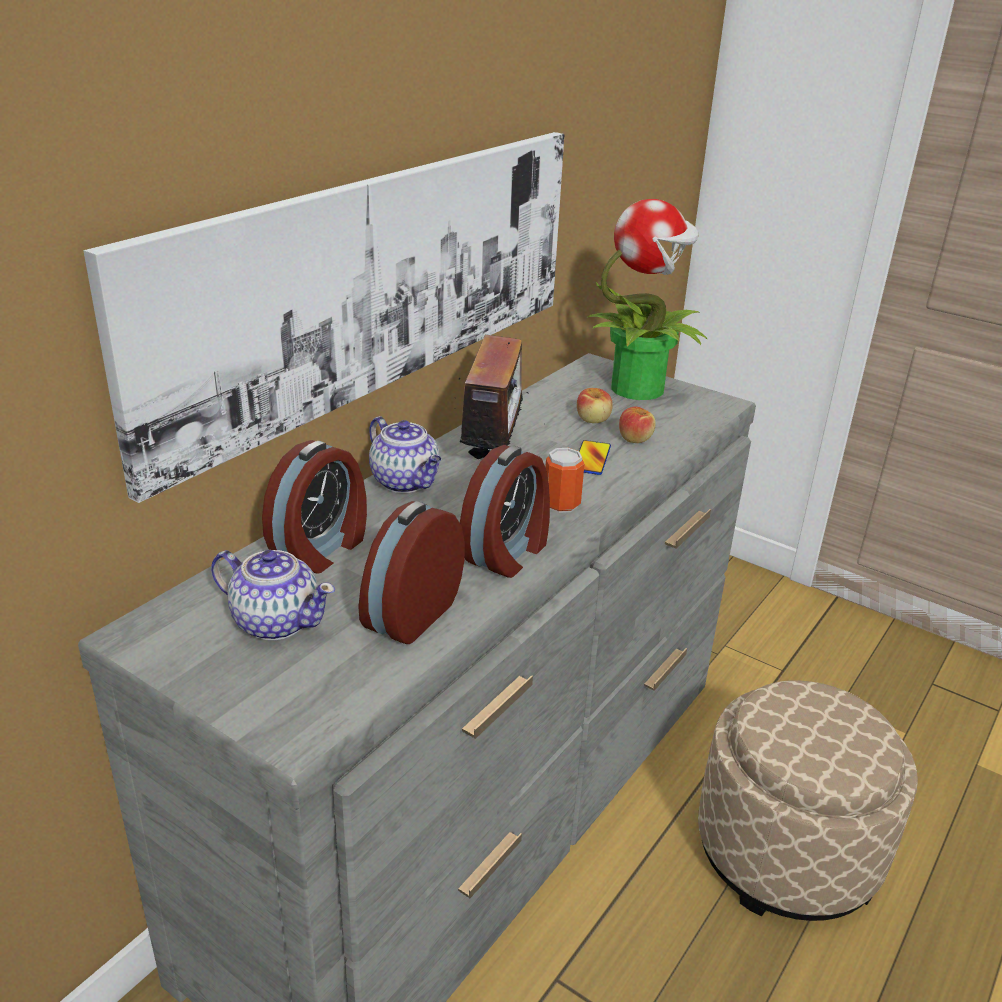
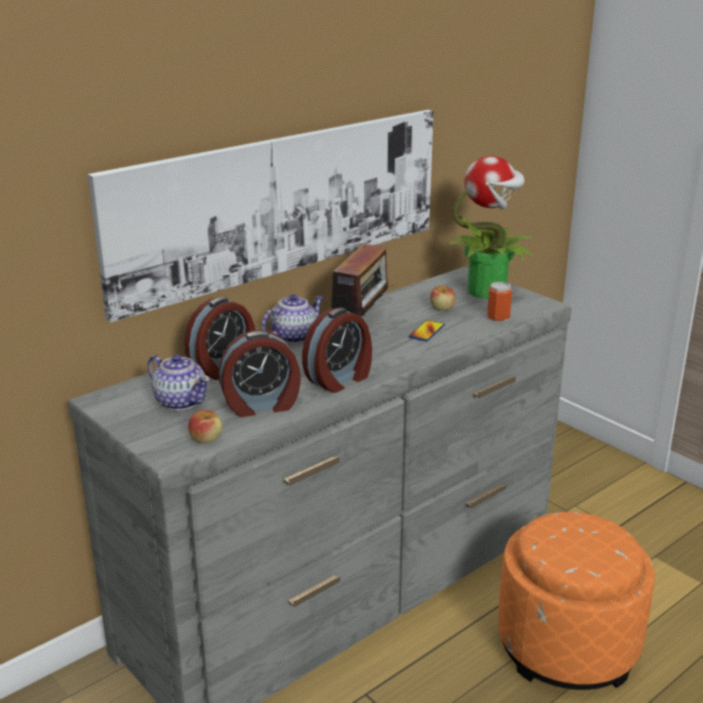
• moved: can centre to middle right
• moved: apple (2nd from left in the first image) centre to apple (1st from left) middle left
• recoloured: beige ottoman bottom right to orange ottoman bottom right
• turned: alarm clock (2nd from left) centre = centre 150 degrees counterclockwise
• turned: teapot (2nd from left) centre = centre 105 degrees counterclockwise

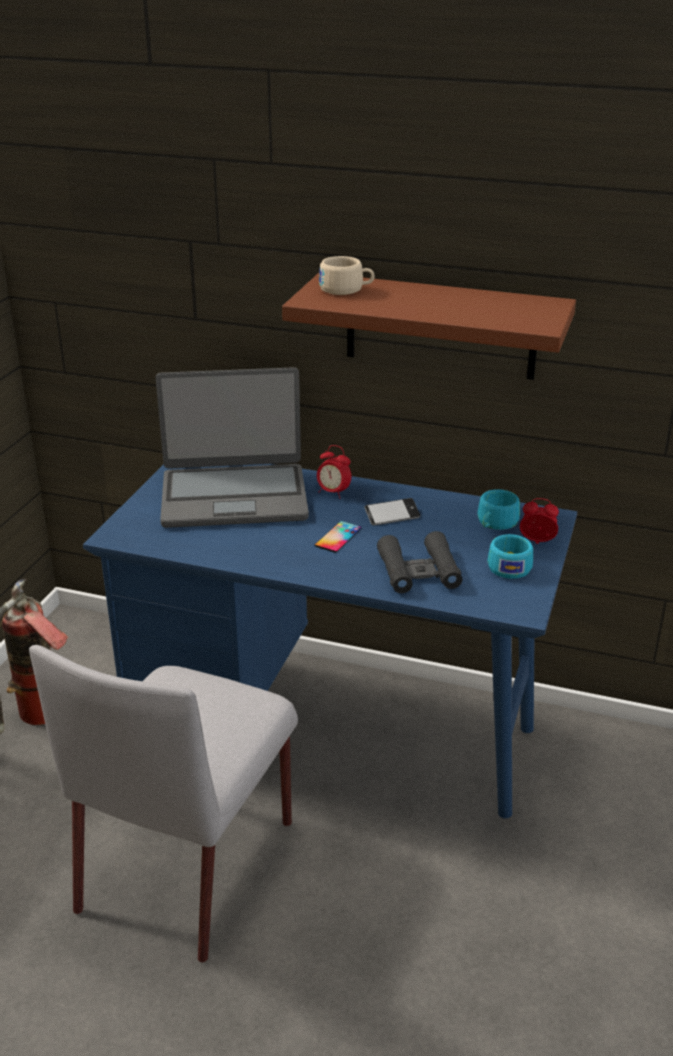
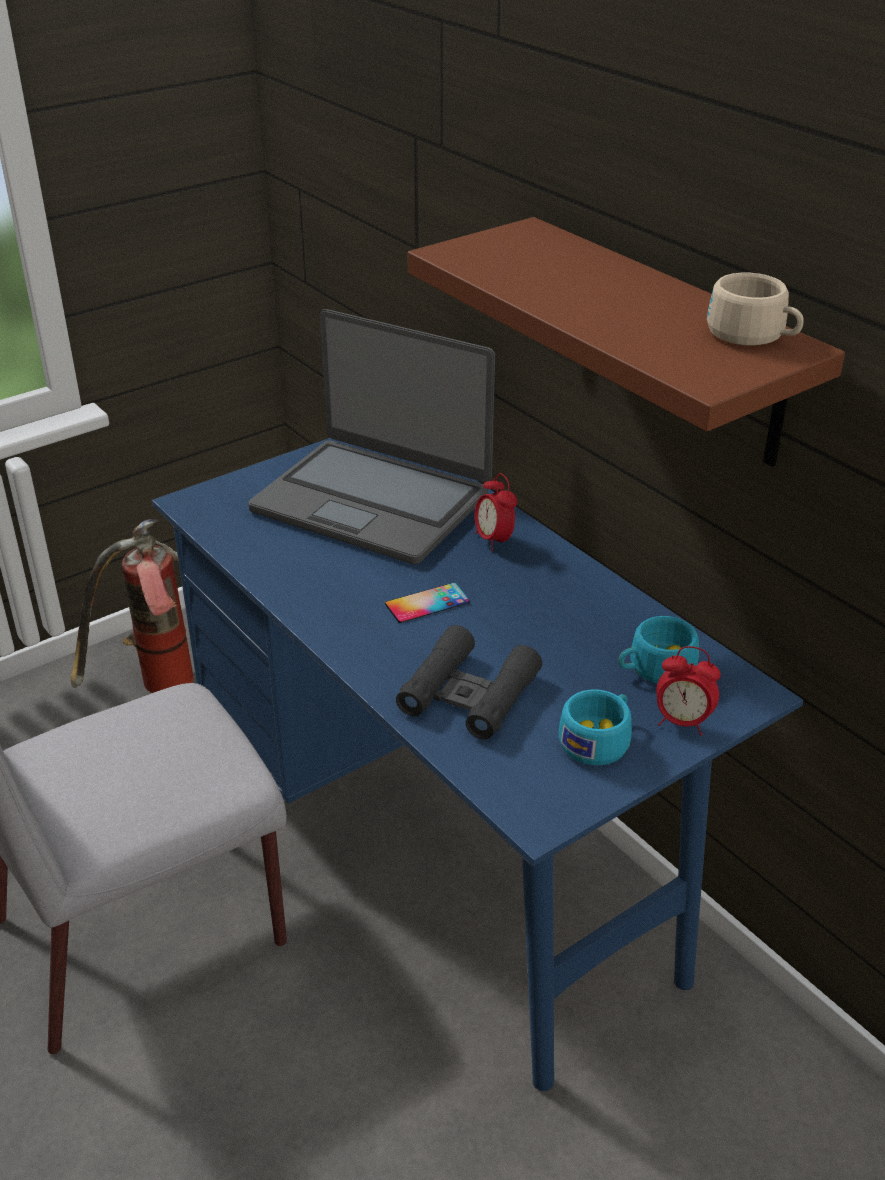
• removed: phone (2nd from left) centre
• moved: beige cup top centre to top right
• turned: alarm clock (2nd from left) middle right = middle right 150 degrees clockwise

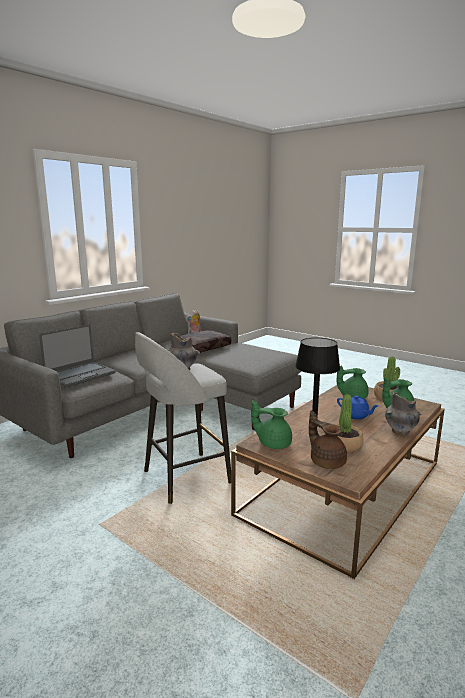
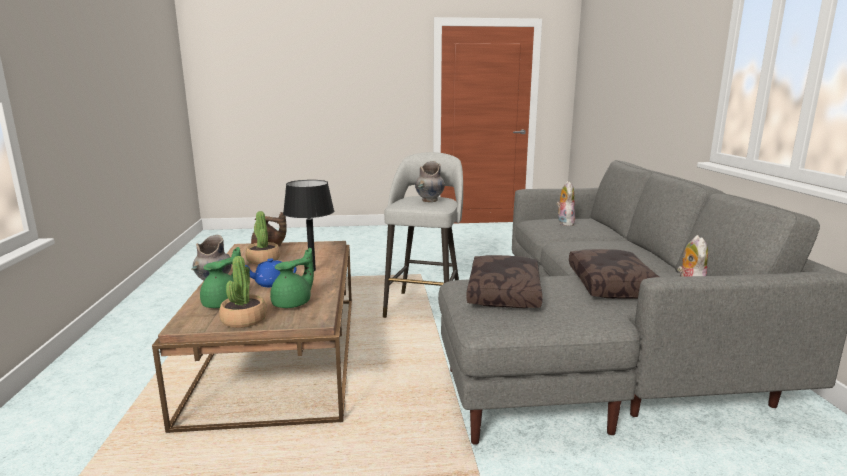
• removed: green teapot (1st from left) centre
• added: brown pillow (1st from left) centre
• replaced: laptop middle left to plush toy (1st from left) middle right

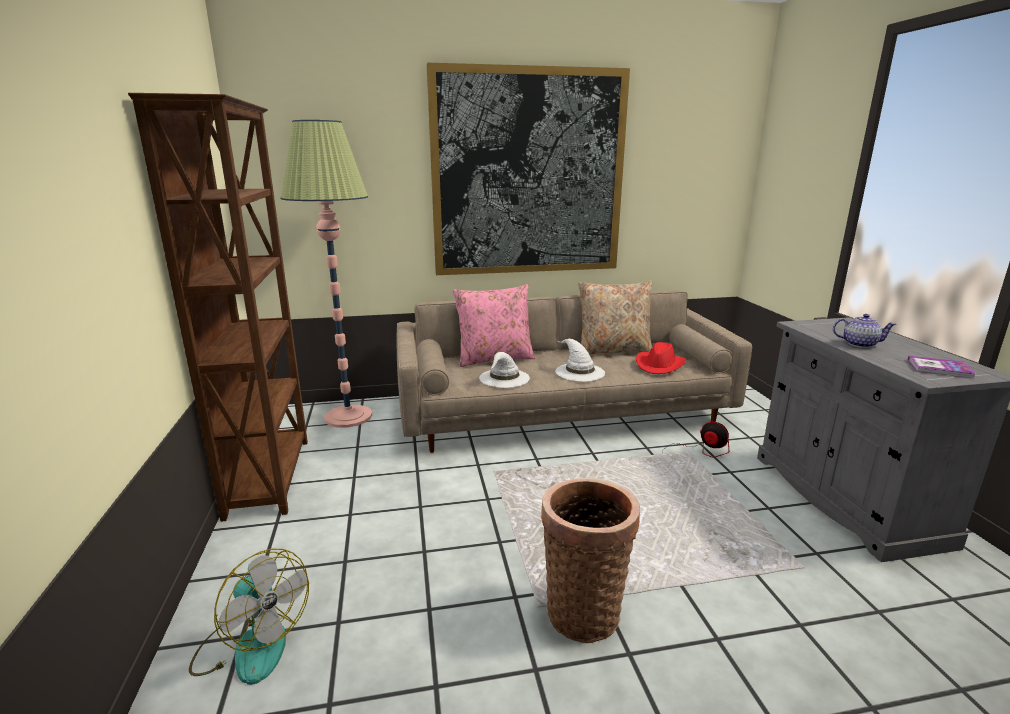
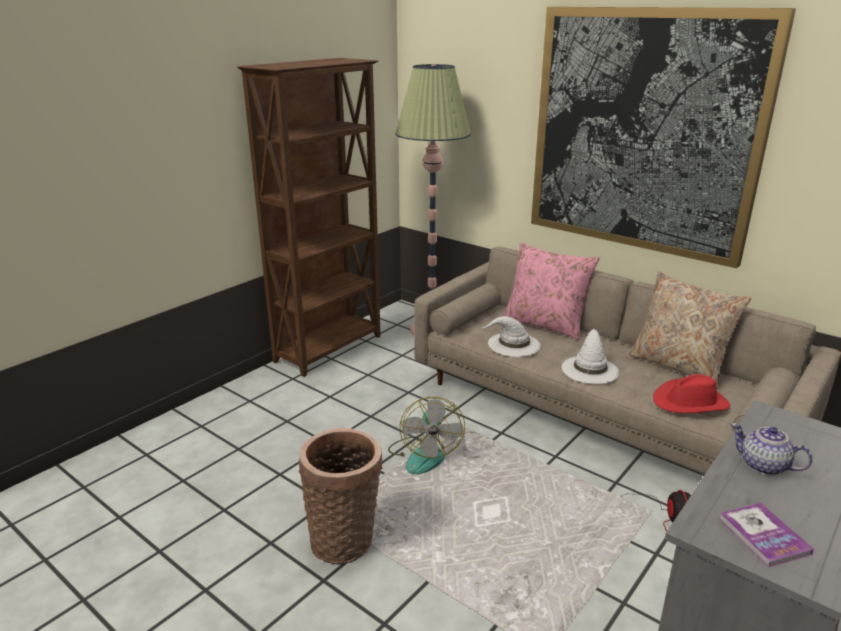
• moved: fan (1st from left) bottom left to bottom centre
• turned: teapot middle right = bottom right 150 degrees clockwise

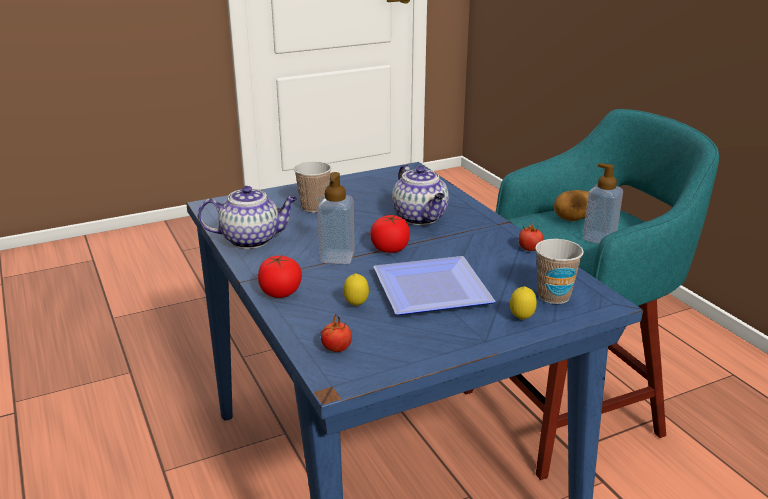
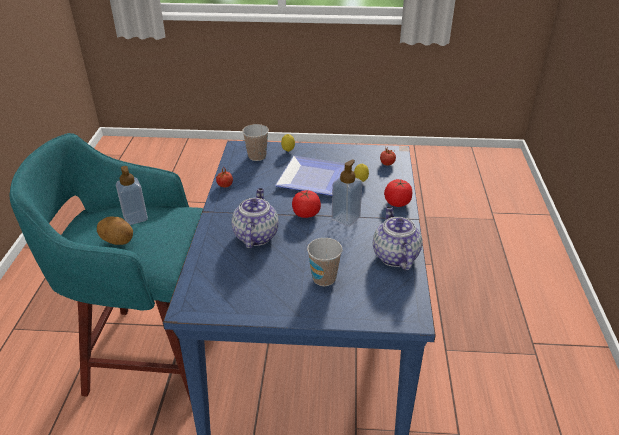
• turned: teapot (1st from left in the first image) middle left = centre 60 degrees clockwise

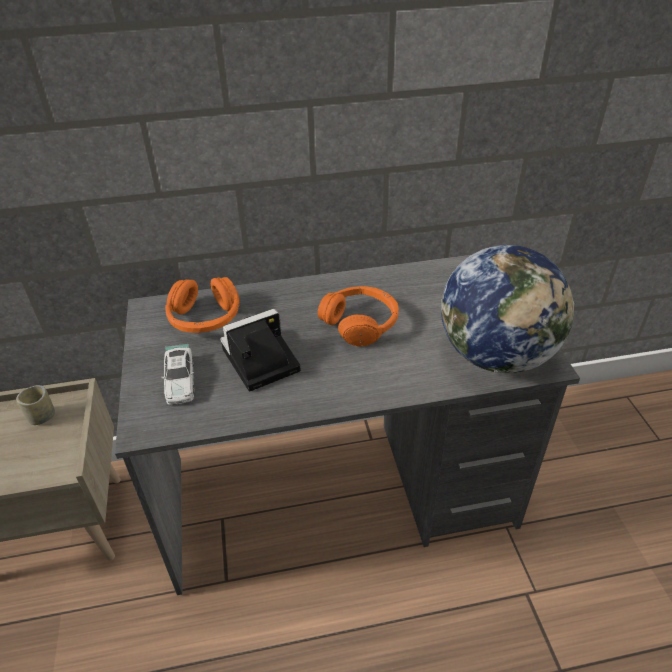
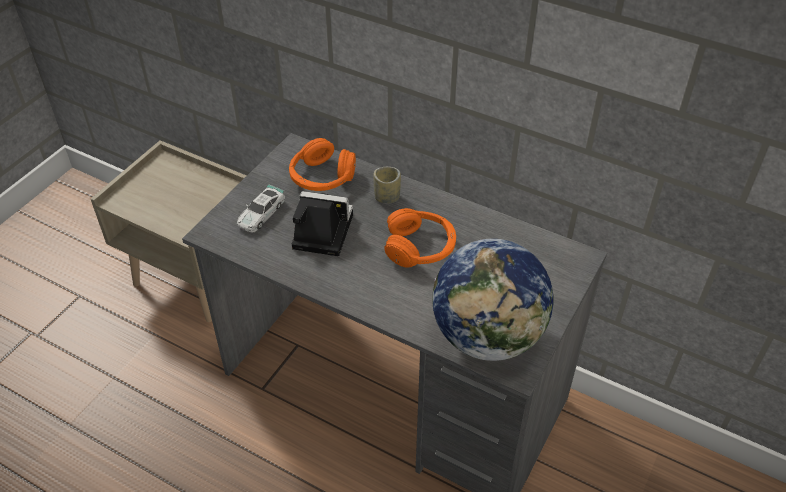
• moved: cup middle left to centre

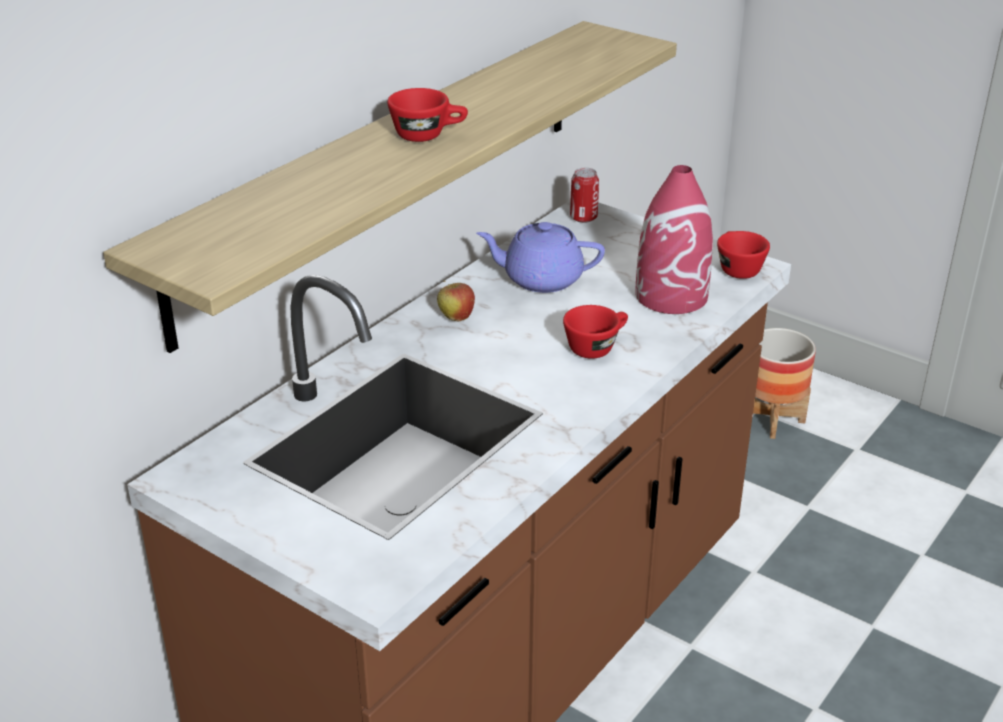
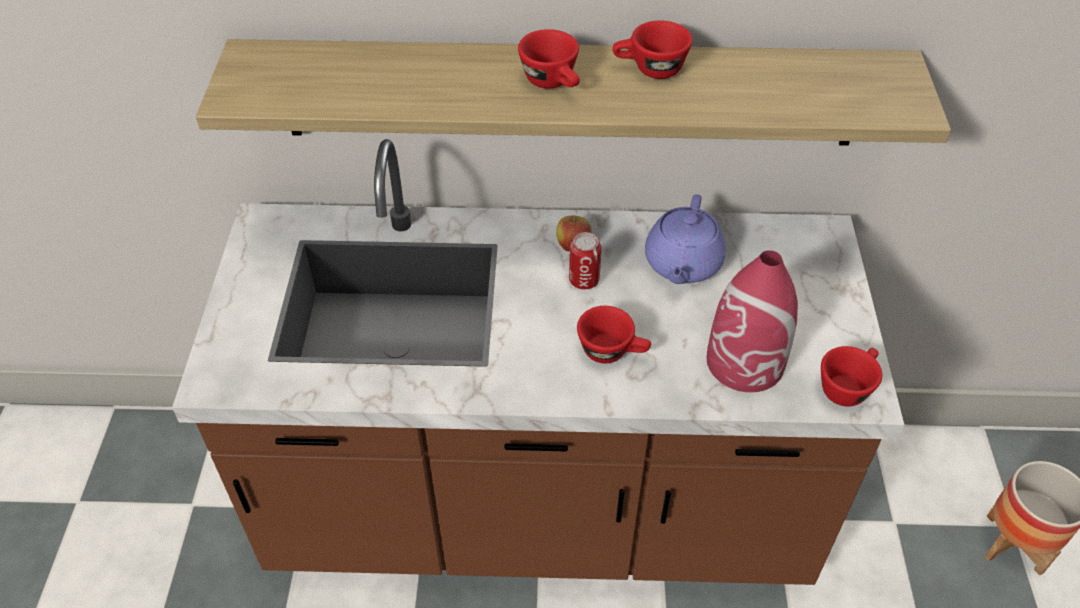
• added: red cup (3rd from left) top centre
• moved: can top centre to centre
• turned: purple teapot centre = centre 135 degrees counterclockwise

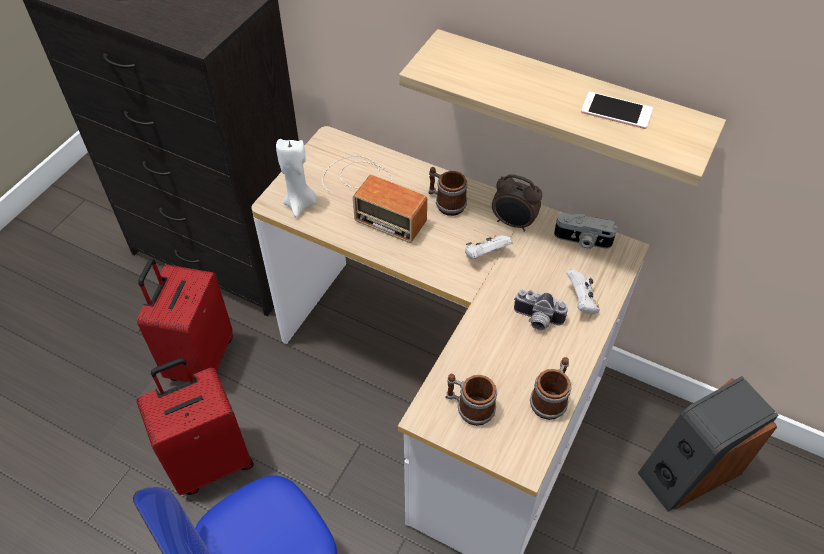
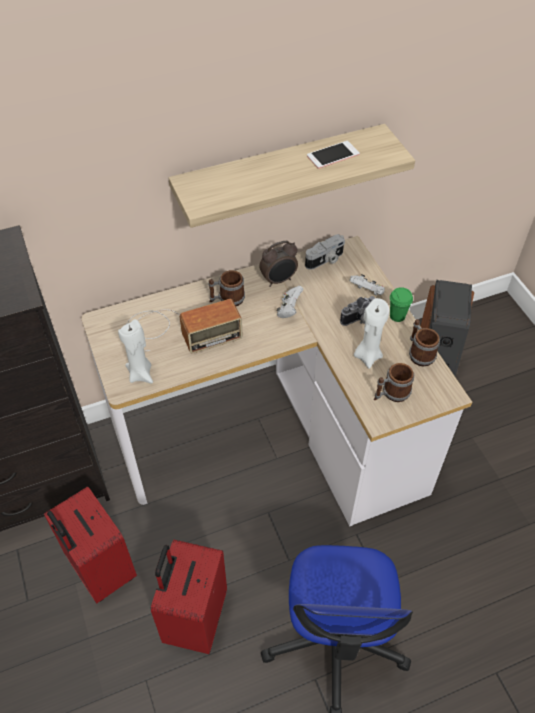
• added: white candle (2nd from left) middle right
• added: green cup middle right

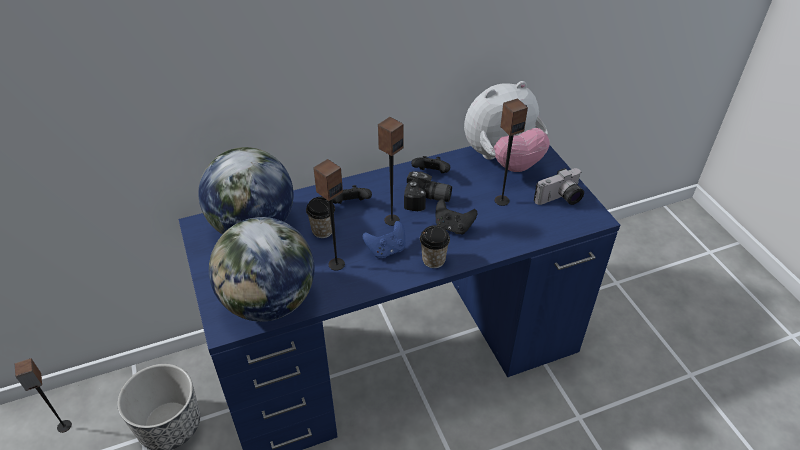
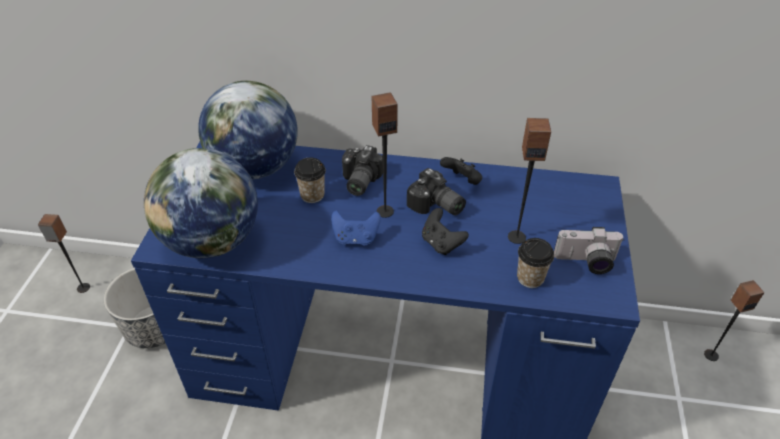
• removed: plush toy top centre
• moved: speaker (2nd from left in the first image) centre to speaker (4th from left) bottom right
• moved: cup (2nd from left) centre to middle right
• replaced: black game controller (1st from left) centre to photo camera (1st from left) centre

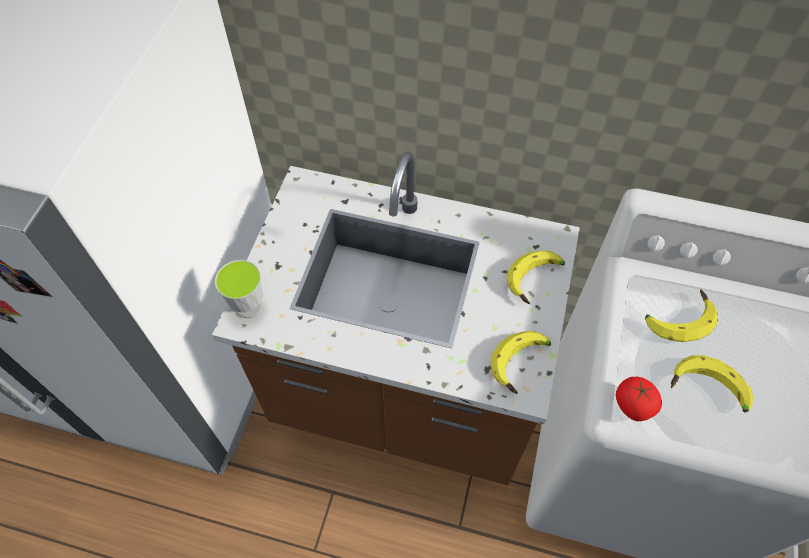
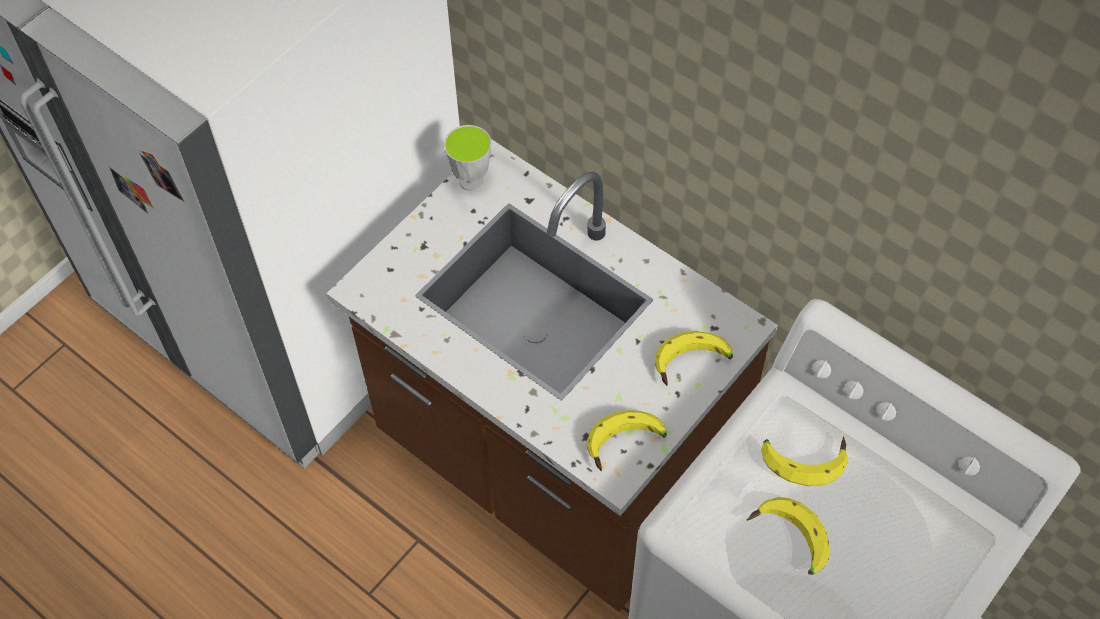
• removed: tomato bottom right
• moved: cup middle left to top centre

